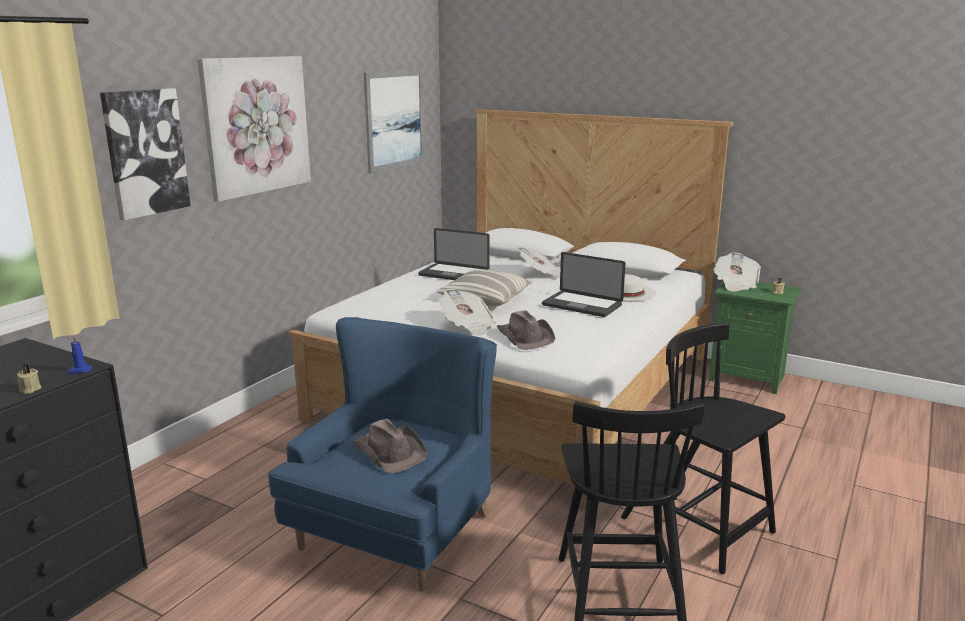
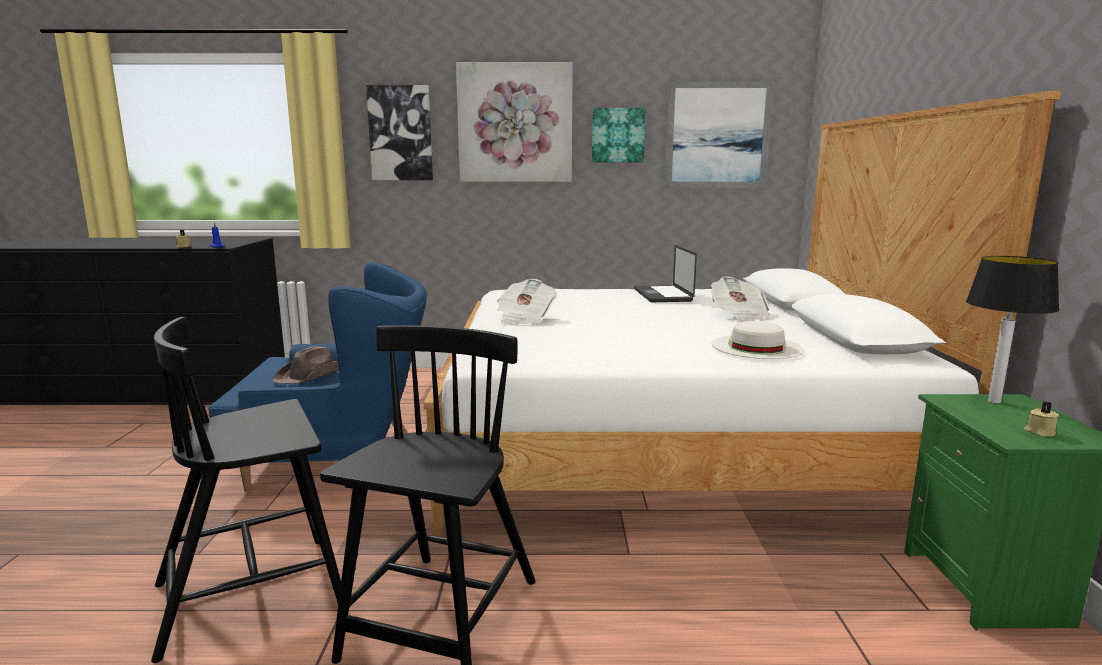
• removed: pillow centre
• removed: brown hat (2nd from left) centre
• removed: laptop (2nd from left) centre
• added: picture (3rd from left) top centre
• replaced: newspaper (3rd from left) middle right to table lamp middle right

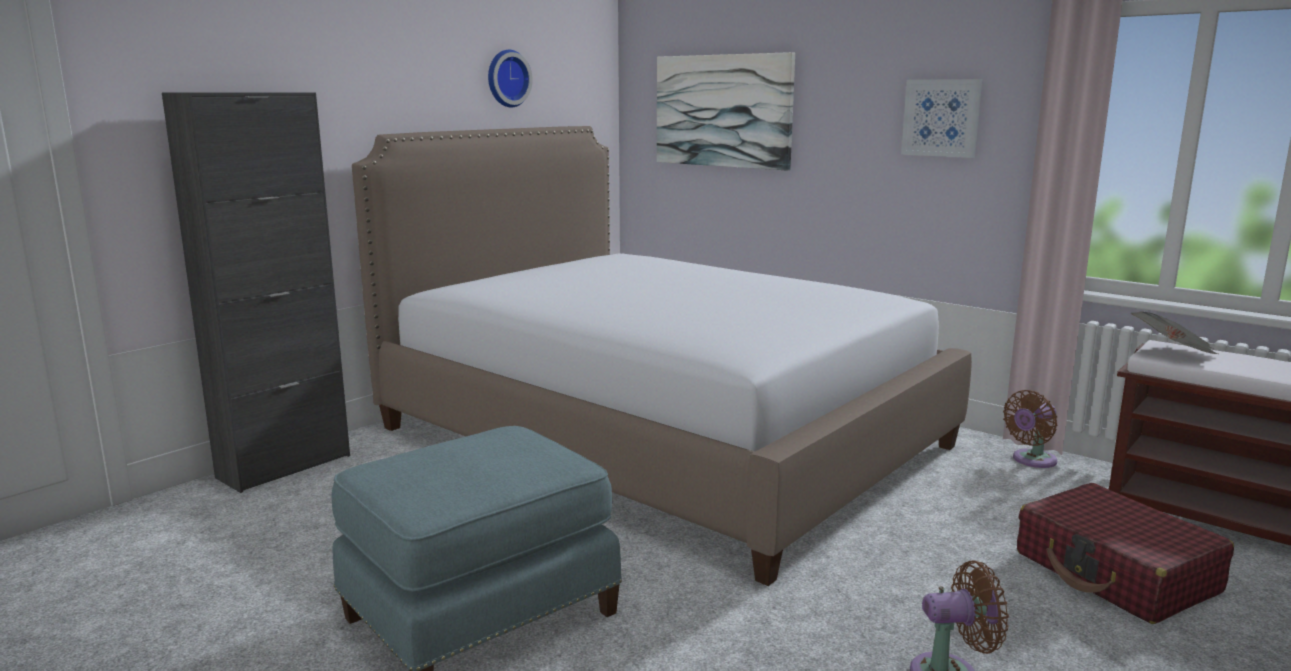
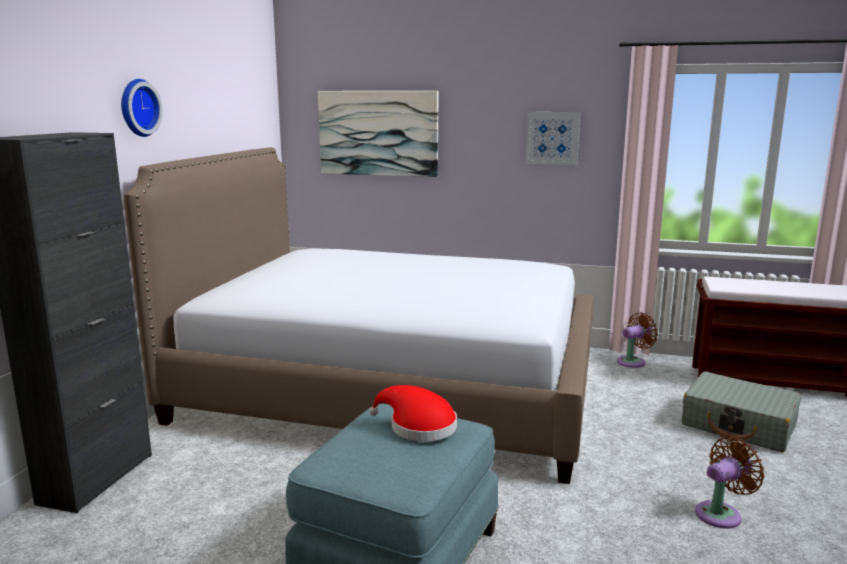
• removed: newspaper middle right
• added: red hat bottom centre
• moved: wall clock top centre to top left
• recoloured: red suitcase bottom right to grey suitcase bottom right
• turned: brown fan (2nd from left in the first image) middle right = middle right 150 degrees counterclockwise

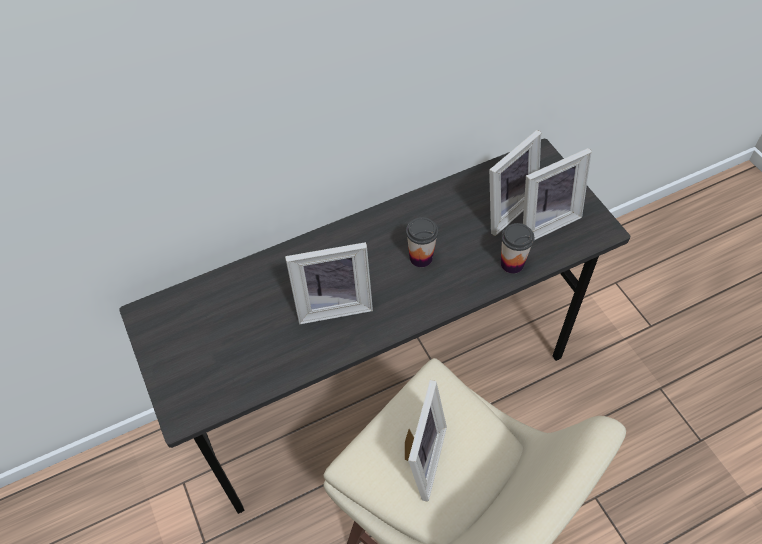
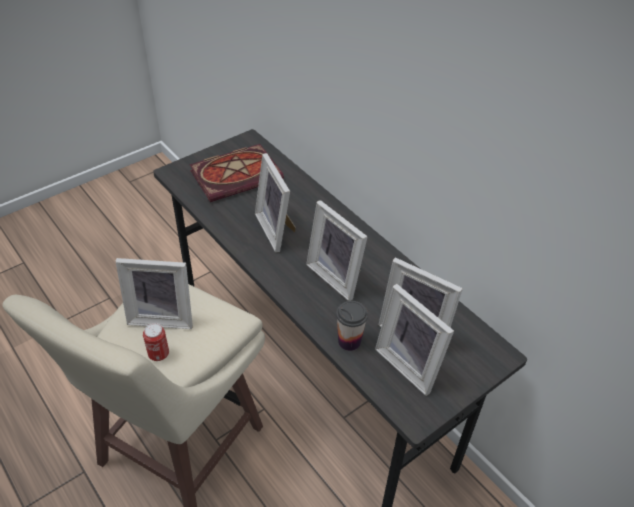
• added: can bottom left
• added: book centre
• replaced: cup (1st from left) centre to picture frame (3rd from left) centre

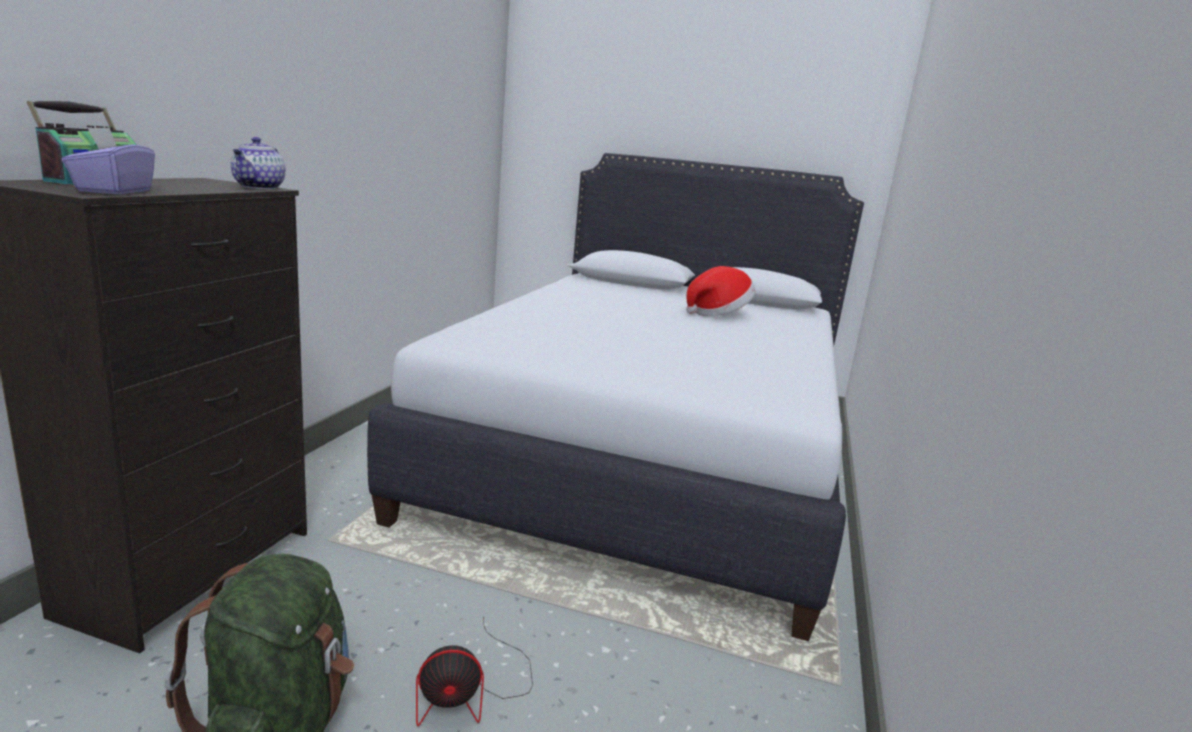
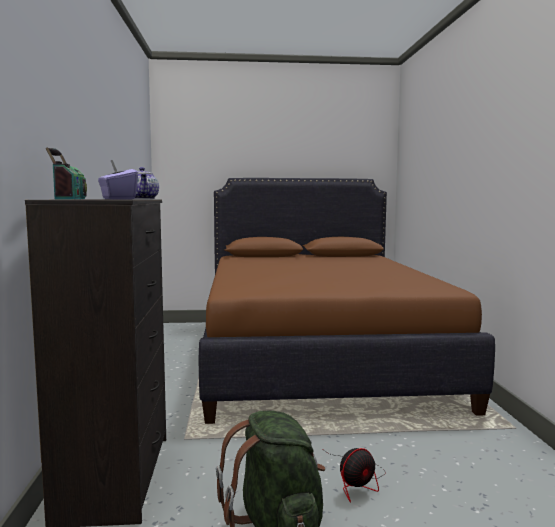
• removed: hat centre
• recoloured: white bed centre to brown bed centre

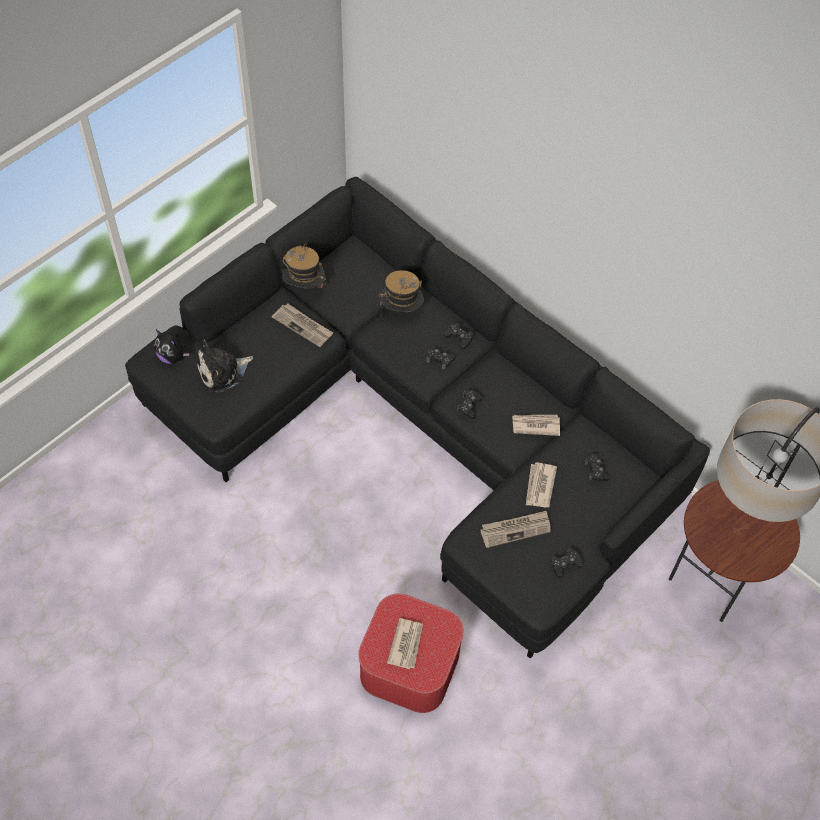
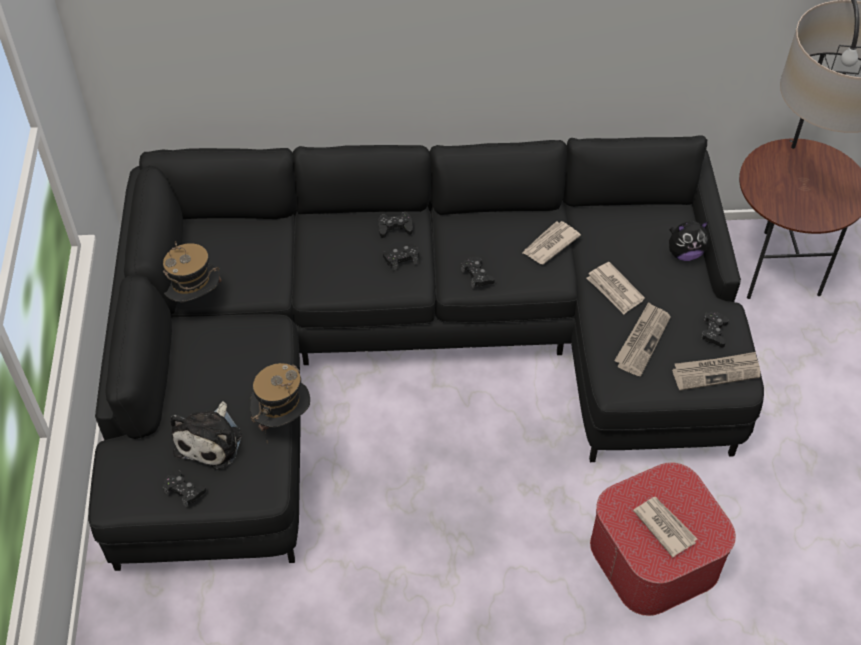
• moved: plush toy (1st from left in the first image) middle left to plush toy (2nd from left) middle right
• moved: newspaper (1st from left in the first image) centre to newspaper (5th from left) middle right
• moved: hat (2nd from left) centre to middle left
• moved: black game controller (5th from left in the first image) middle right to black game controller (1st from left) bottom left

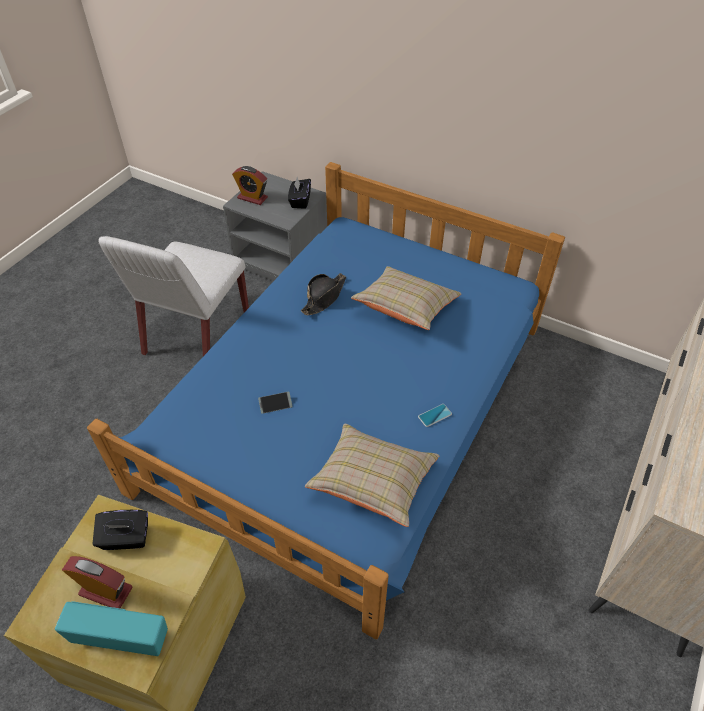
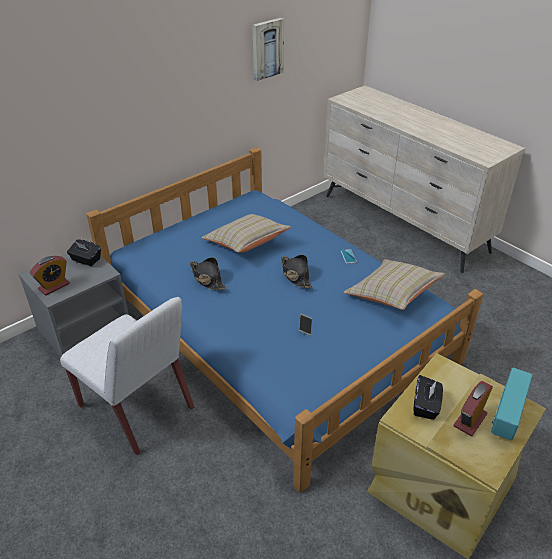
• added: picture top centre
• added: black hat (2nd from left) centre

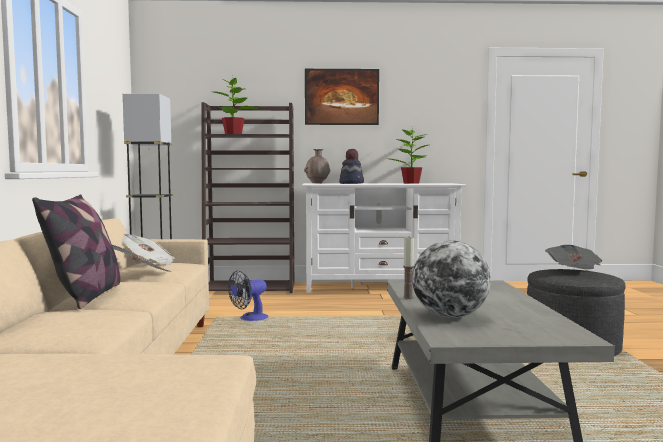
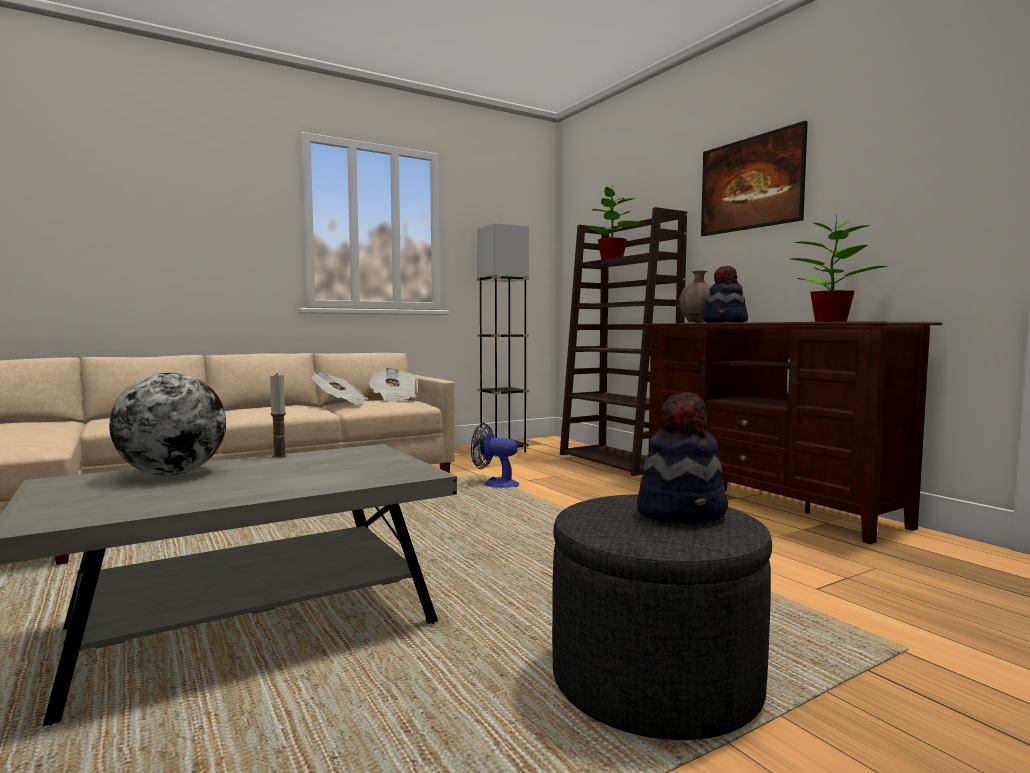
• removed: pillow middle left
• replaced: newspaper (3rd from left) middle right to hat (1st from left) centre
• recoloured: white tv stand centre to brown tv stand middle right

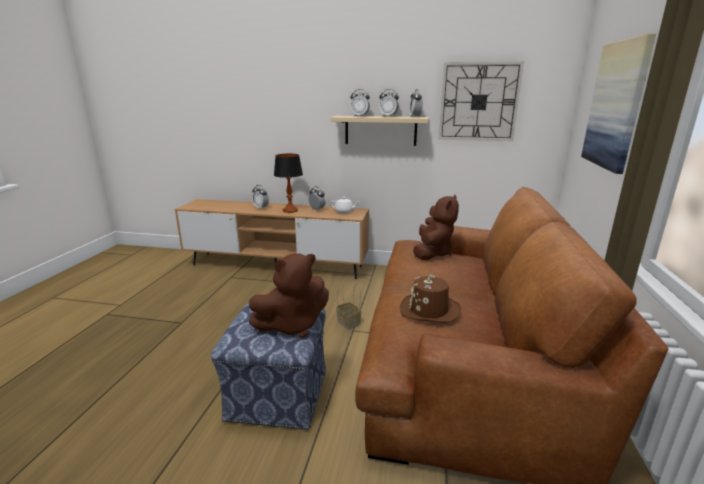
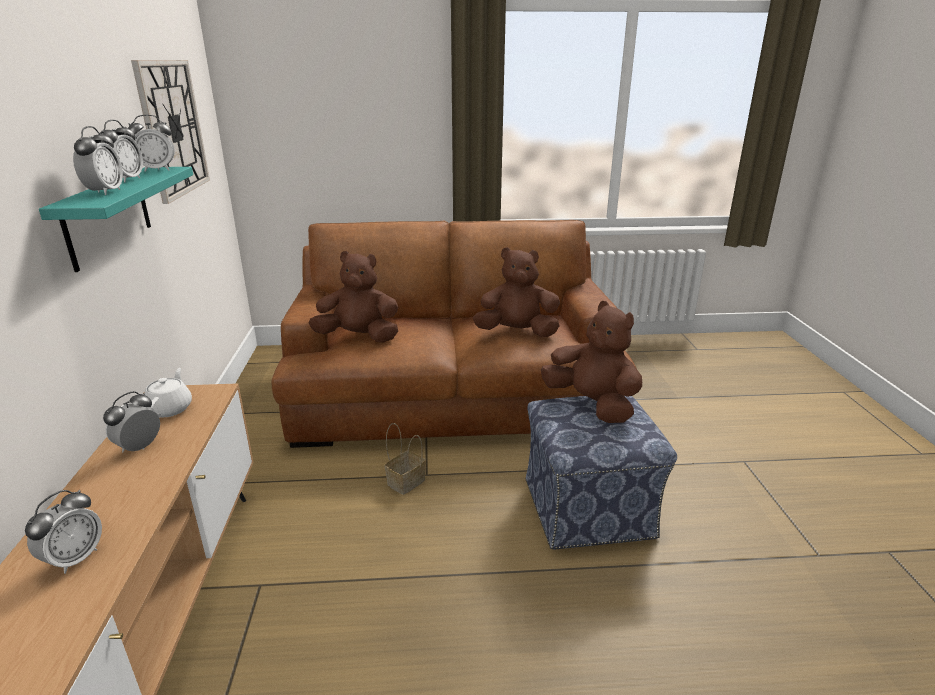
• removed: table lamp centre
• removed: picture top right
• replaced: brown hat centre to brown plush toy (2nd from left) centre
• recoloured: beige shelf top centre to turquoise shelf top left

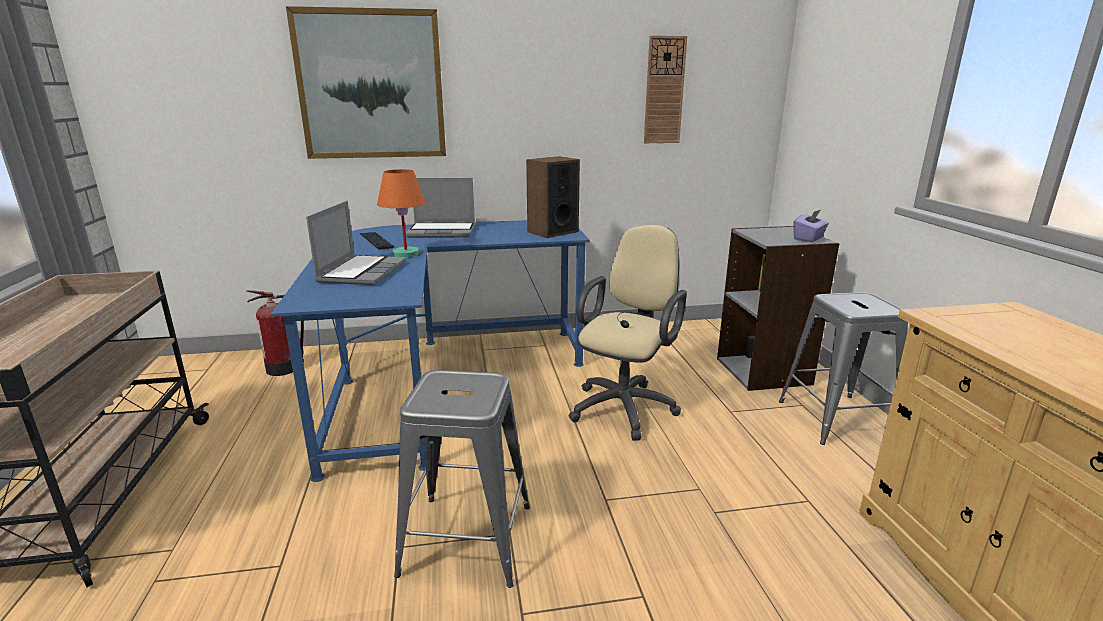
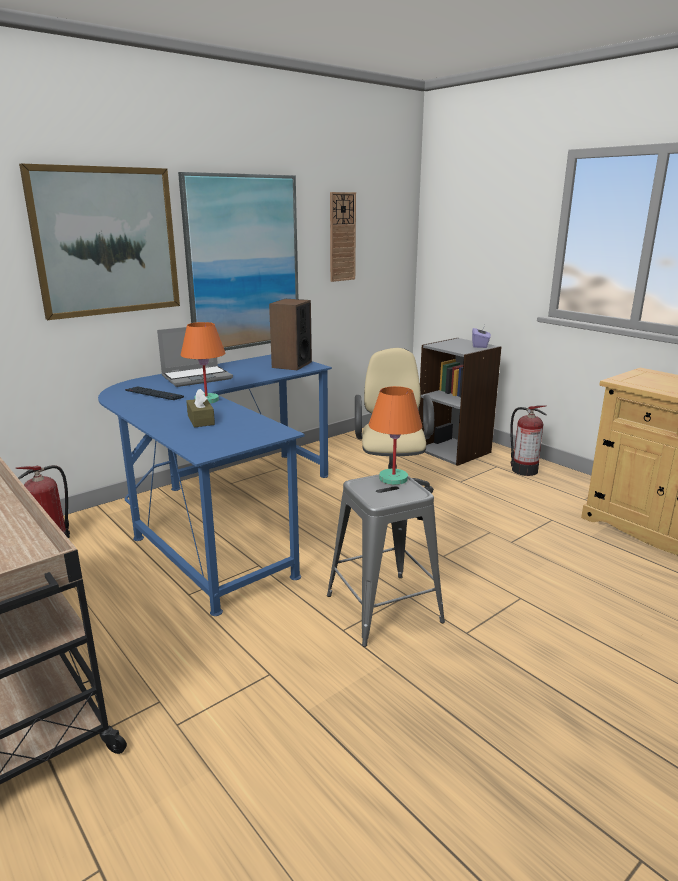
• added: picture (2nd from left) top centre
• added: orange table lamp (2nd from left) centre
• replaced: laptop (1st from left) middle left to brown tissue box middle left
• replaced: grey stool (2nd from left) middle right to fire extinguisher (2nd from left) middle right

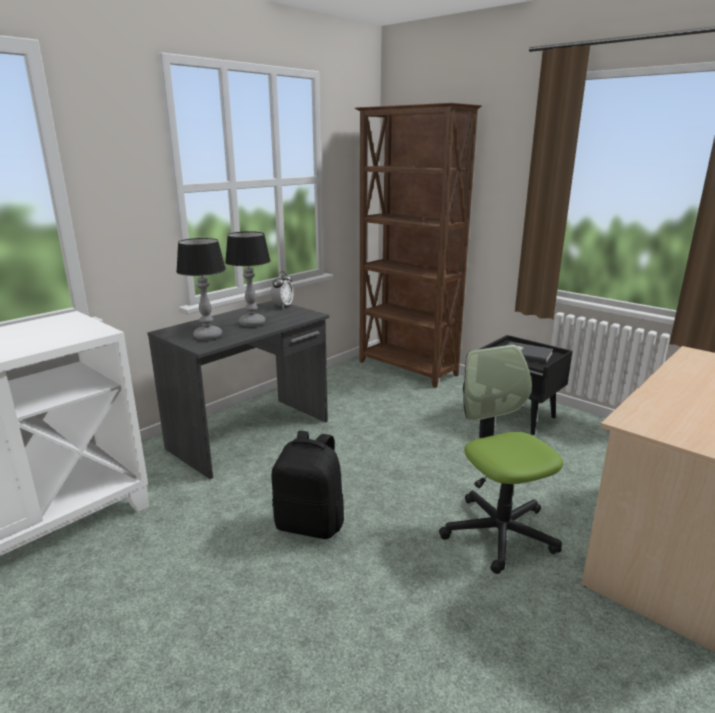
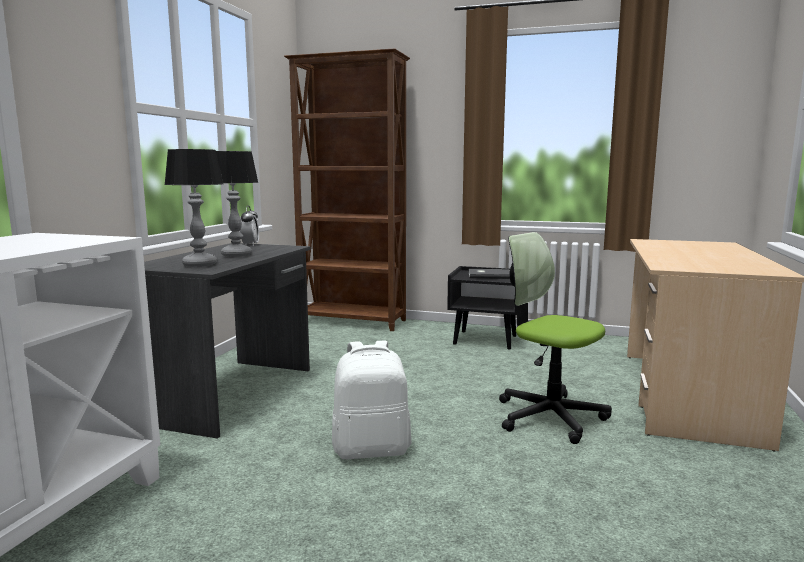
• recoloured: black backpack bottom centre to white backpack bottom centre

